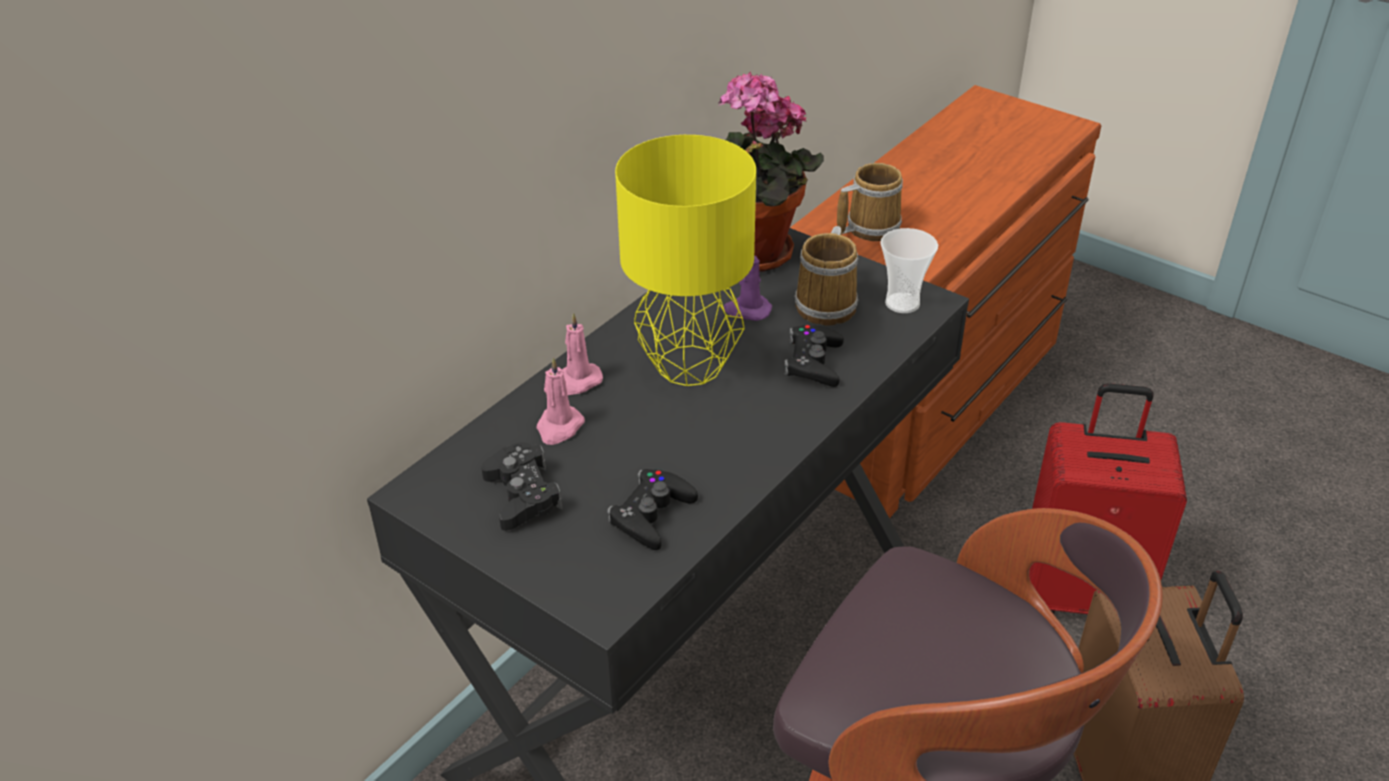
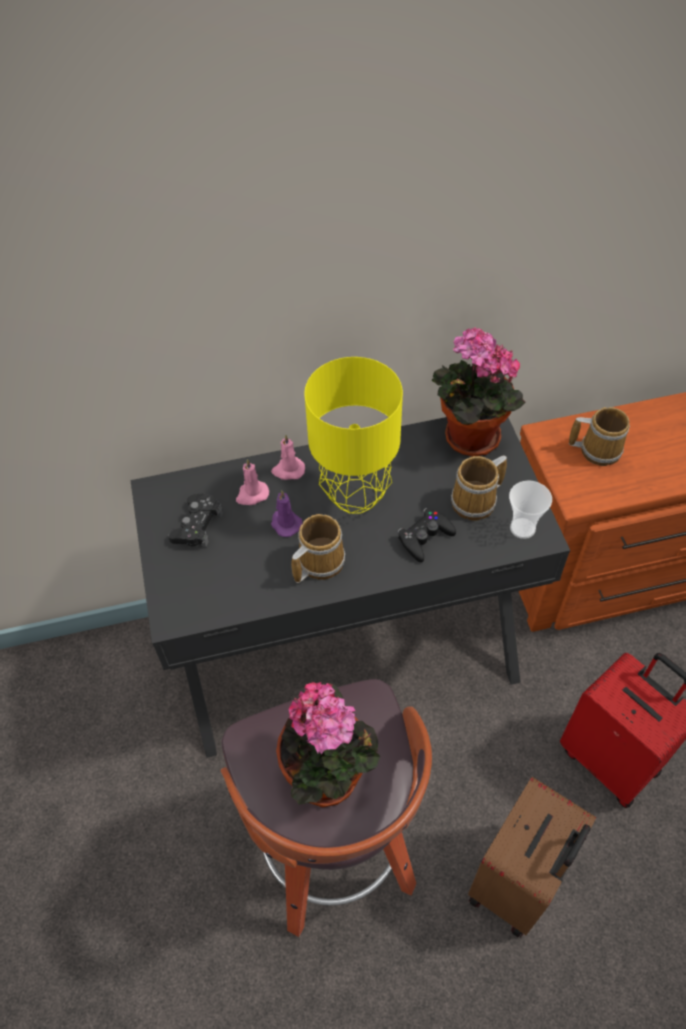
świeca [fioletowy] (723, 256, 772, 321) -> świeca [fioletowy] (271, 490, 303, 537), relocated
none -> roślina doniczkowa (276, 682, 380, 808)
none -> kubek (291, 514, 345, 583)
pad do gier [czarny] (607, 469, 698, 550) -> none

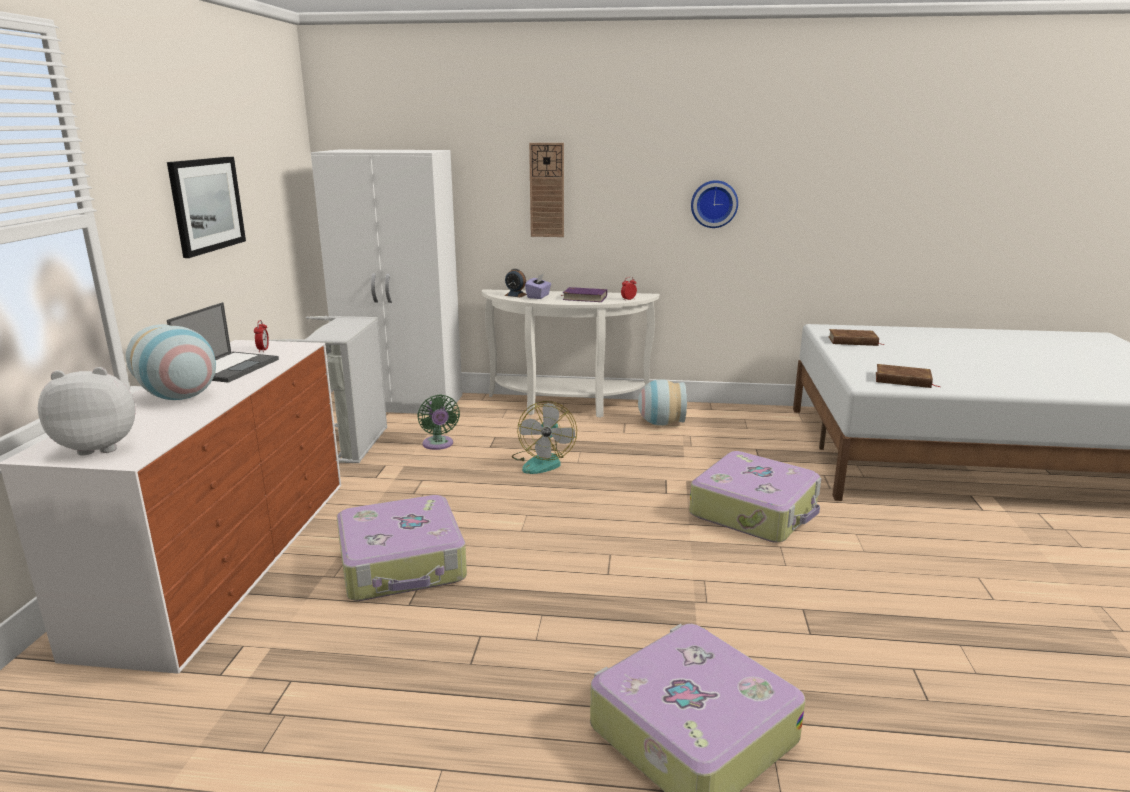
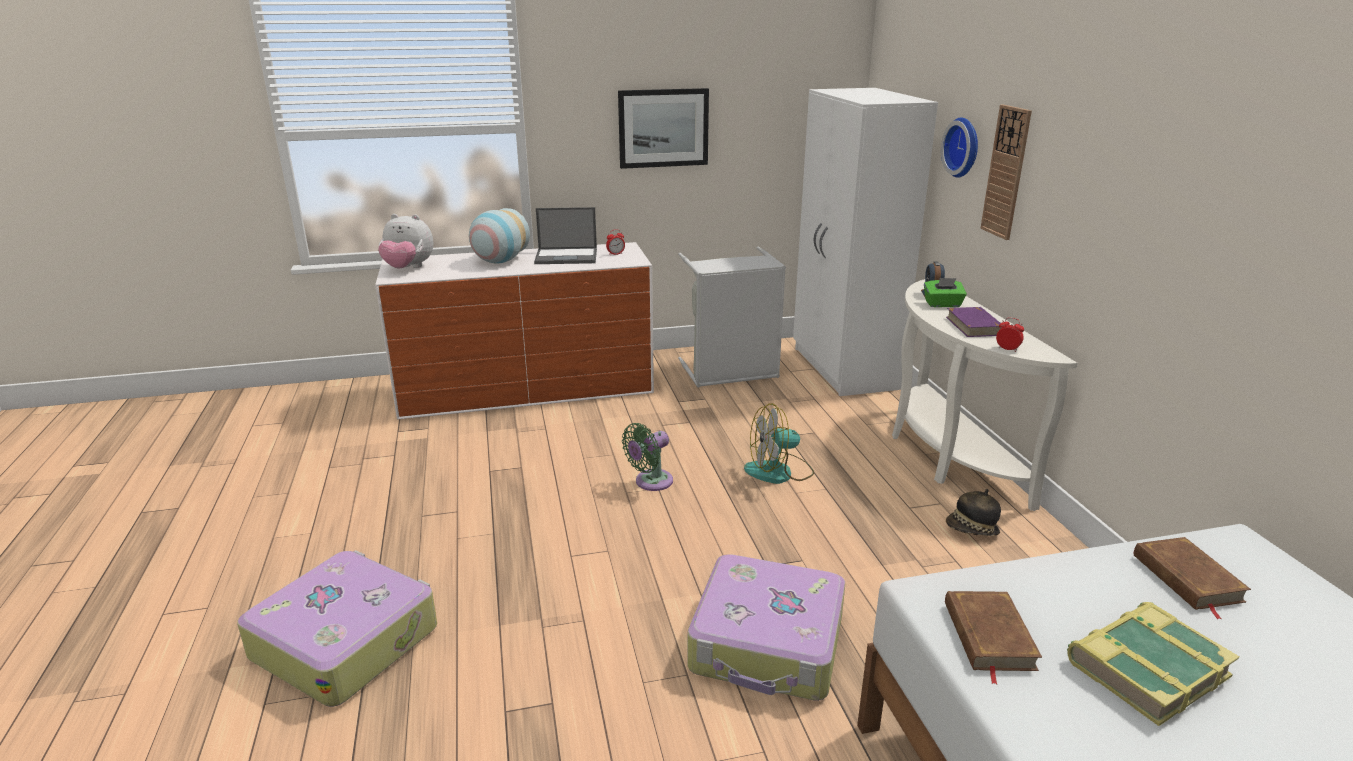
pluszak (38, 367, 136, 456) -> pluszak (378, 214, 433, 269), 135 degrees clockwise
wentylator [zielony] (417, 394, 460, 450) -> wentylator [zielony] (622, 423, 673, 491), relocated
pudełko chusteczek [fioletowy] (525, 274, 552, 299) -> pudełko chusteczek [zielony] (924, 278, 967, 307)
zegar ścienny (691, 180, 738, 228) -> zegar ścienny (941, 117, 978, 178), relocated
wazon (638, 379, 687, 425) -> kapelusz (946, 489, 1001, 536)
none -> książka (1067, 602, 1239, 726)
walizka (337, 495, 467, 601) -> none

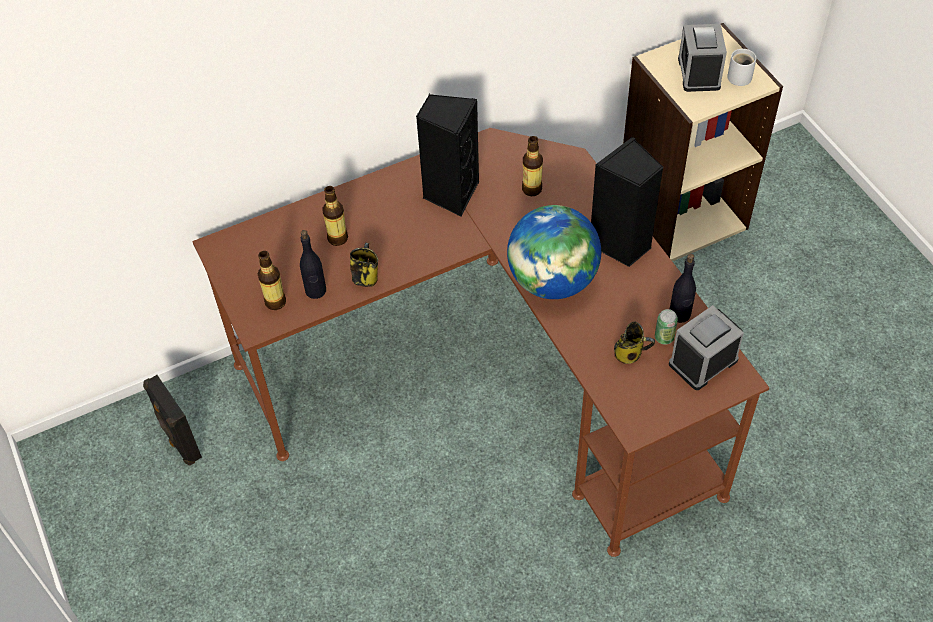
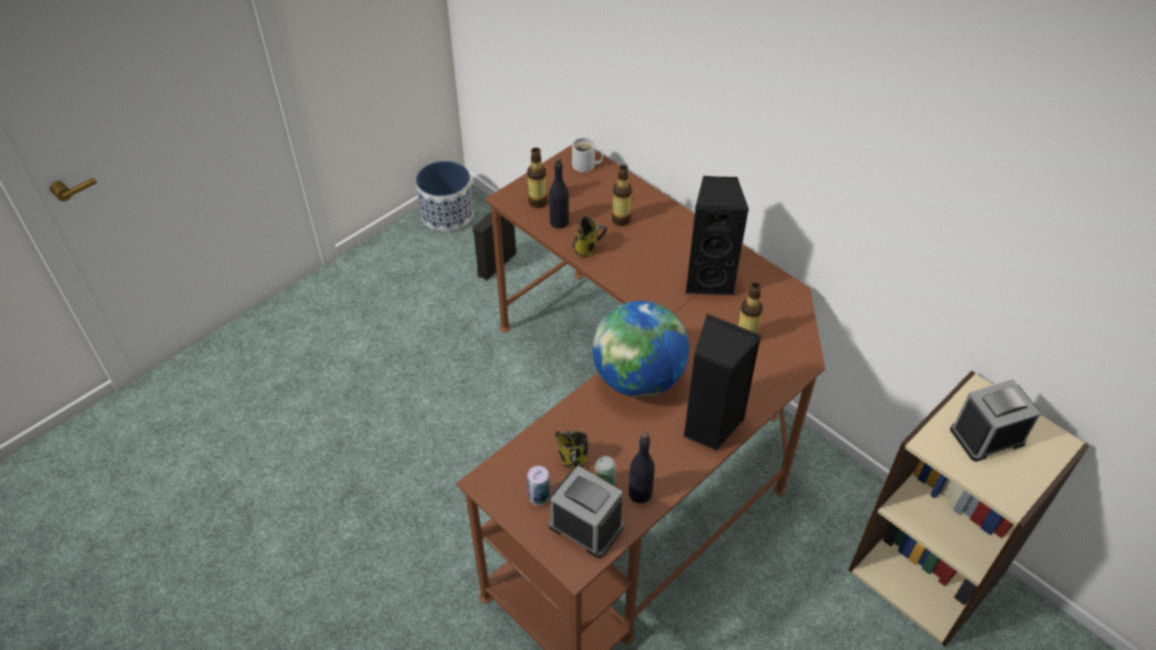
none -> donica (416, 161, 474, 231)
none -> puszka (527, 466, 550, 506)
kubek [biały] (727, 49, 756, 86) -> kubek [biały] (572, 137, 604, 172), relocated

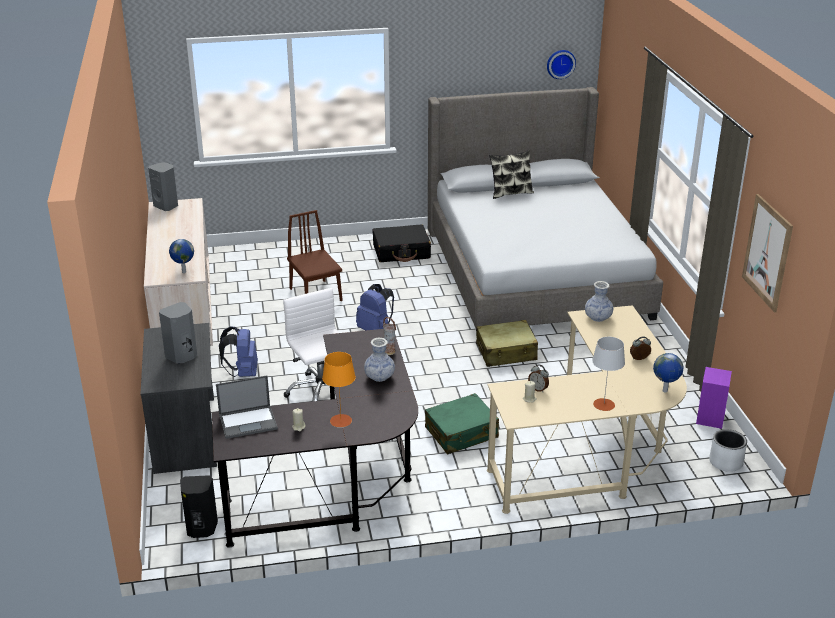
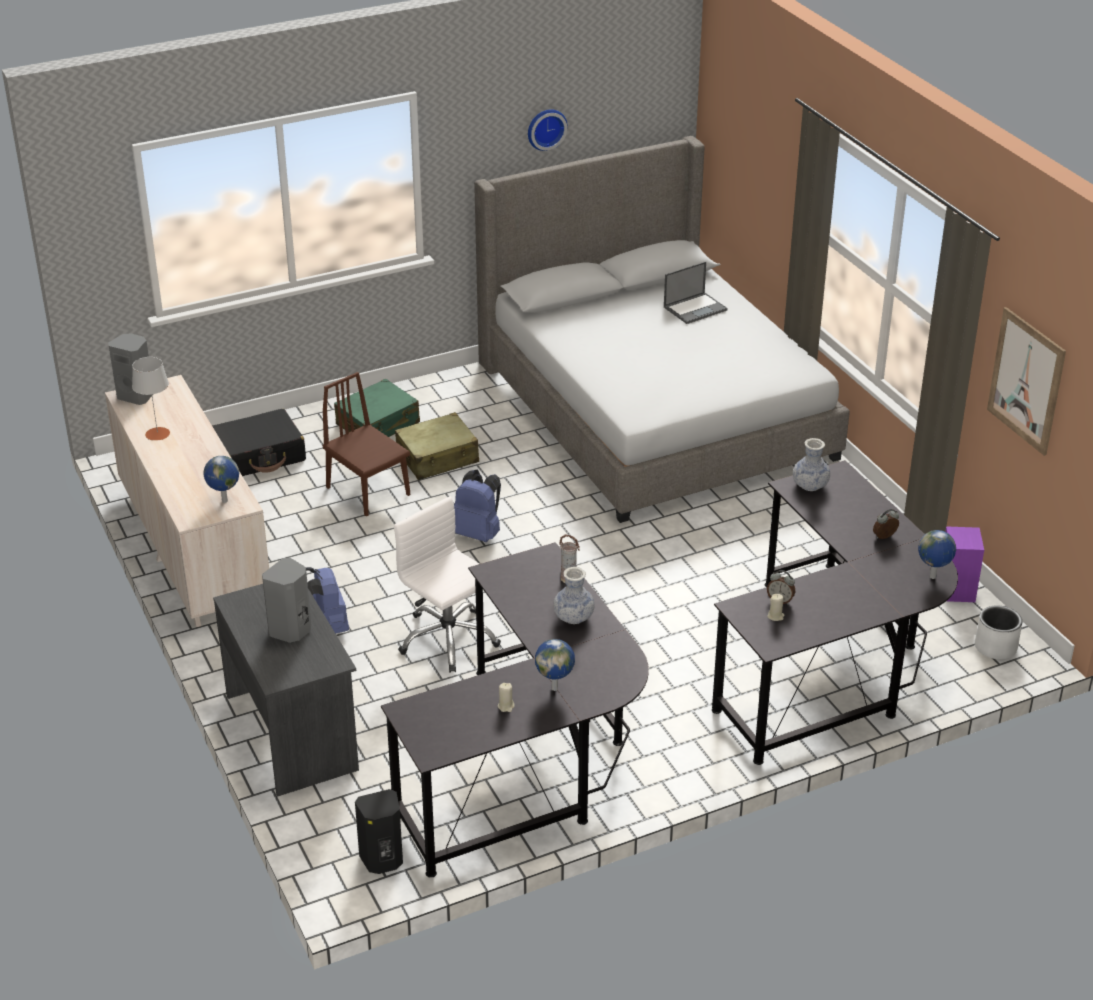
lampa stołowa [szary] (592, 337, 625, 411) -> lampa stołowa [szary] (132, 357, 170, 441), relocated
walizka [czarny] (372, 224, 431, 262) -> walizka [czarny] (212, 409, 306, 476), relocated
walizka [zielony] (425, 393, 499, 454) -> walizka [zielony] (334, 379, 420, 437), relocated
walizka [beżowy] (476, 320, 538, 367) -> walizka [beżowy] (395, 412, 479, 480), relocated
zegar ścienny (547, 50, 576, 79) -> zegar ścienny (528, 110, 568, 151), relocated
lampa stołowa [pomarańczowy] (322, 352, 356, 427) -> globus (535, 639, 575, 691)
laptop (216, 375, 278, 439) -> laptop (664, 262, 728, 324), relocated
biurko [beżowy] (487, 305, 687, 514) -> biurko [czarny] (712, 460, 958, 765)
poduszka (489, 149, 534, 199) -> none

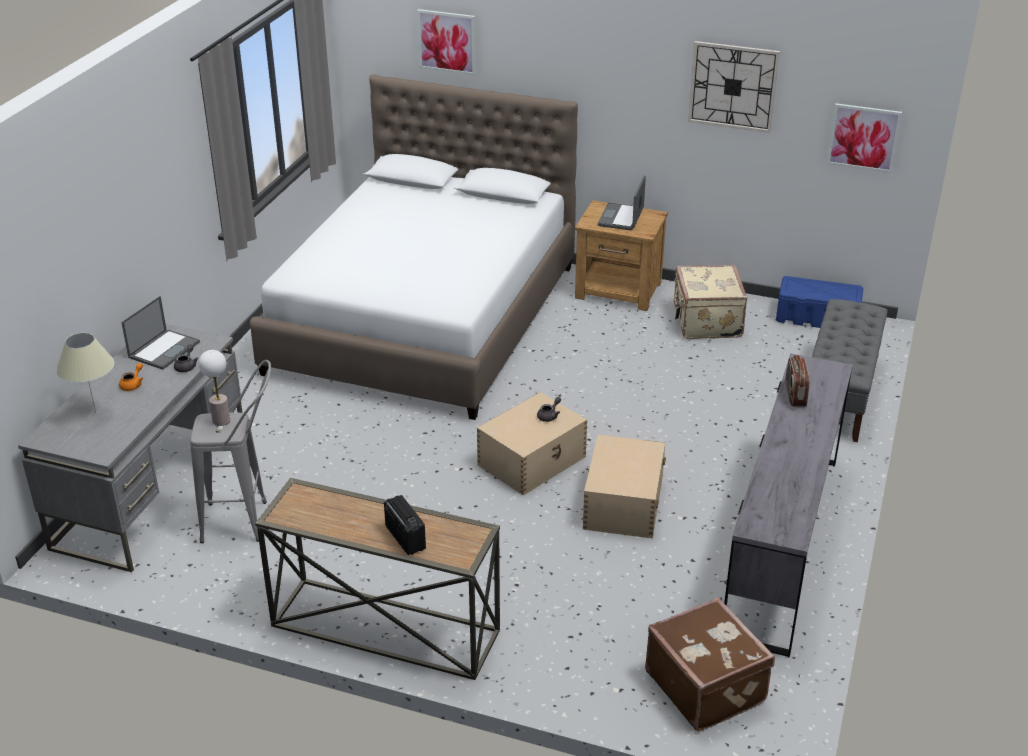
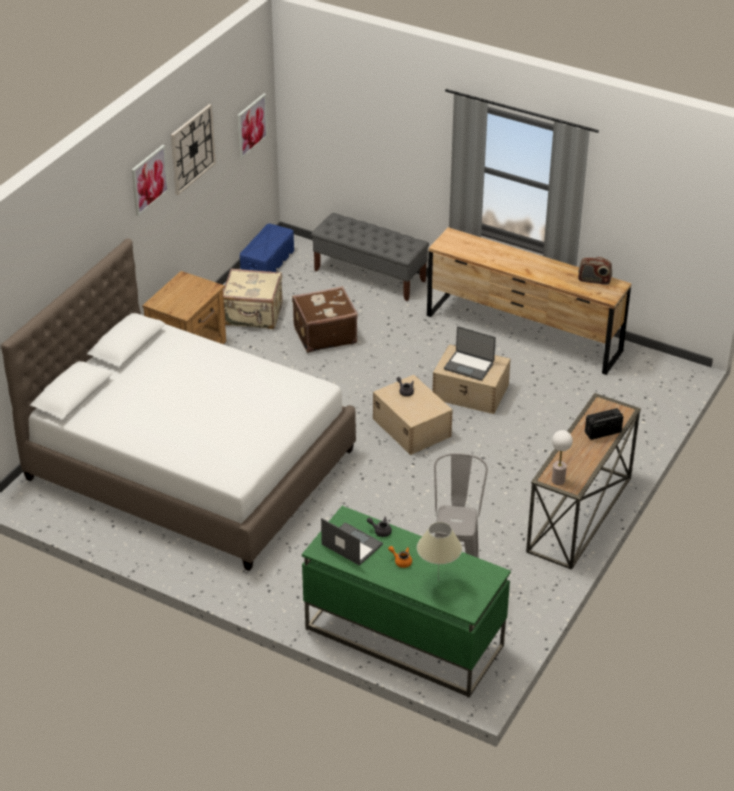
obraz (417, 9, 476, 75) -> obraz (132, 145, 169, 216), relocated
walizka [brązowy] (645, 598, 775, 732) -> walizka [brązowy] (292, 286, 358, 353), relocated
biurko [szary] (18, 324, 243, 572) -> biurko [zielony] (302, 506, 511, 698)
komoda [szary] (724, 354, 853, 657) -> komoda [brązowy] (427, 227, 631, 375)
laptop (598, 176, 646, 230) -> laptop (444, 326, 496, 381), relocated
lampa stołowa (199, 350, 230, 426) -> lampa stołowa (552, 430, 573, 485), relocated
radio (785, 355, 810, 407) -> radio (578, 257, 612, 285), relocated

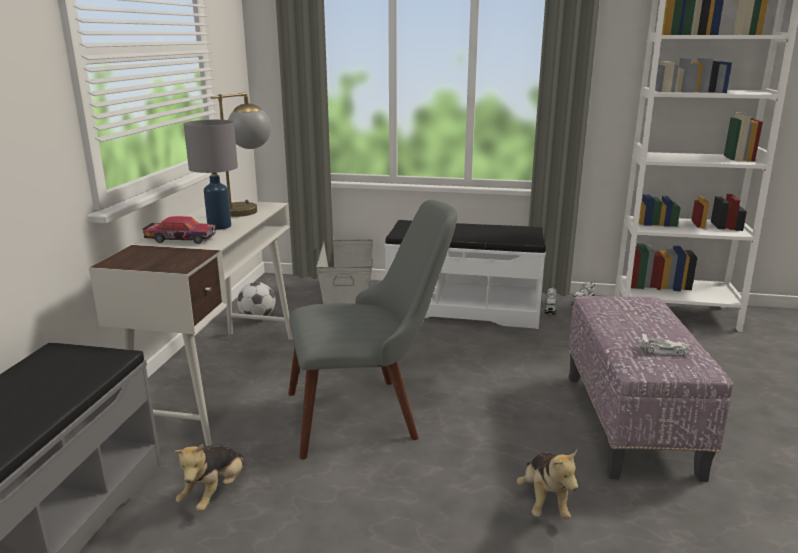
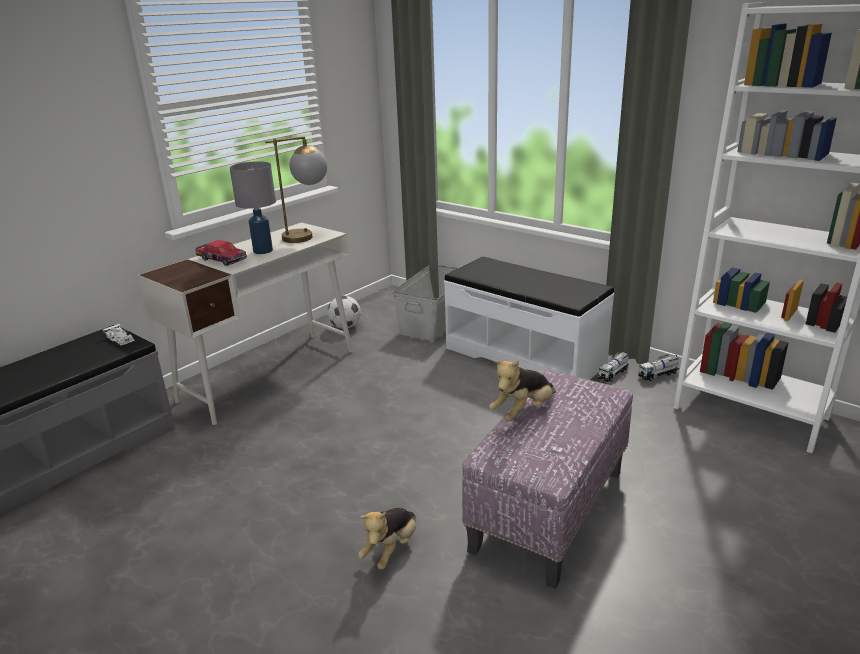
samochodzik [biały] (641, 332, 690, 356) -> samochodzik [biały] (102, 324, 135, 346), relocated
pluszak (174, 444, 245, 512) -> pluszak (489, 360, 556, 421), relocated
krzesło [szary] (288, 200, 457, 460) -> none

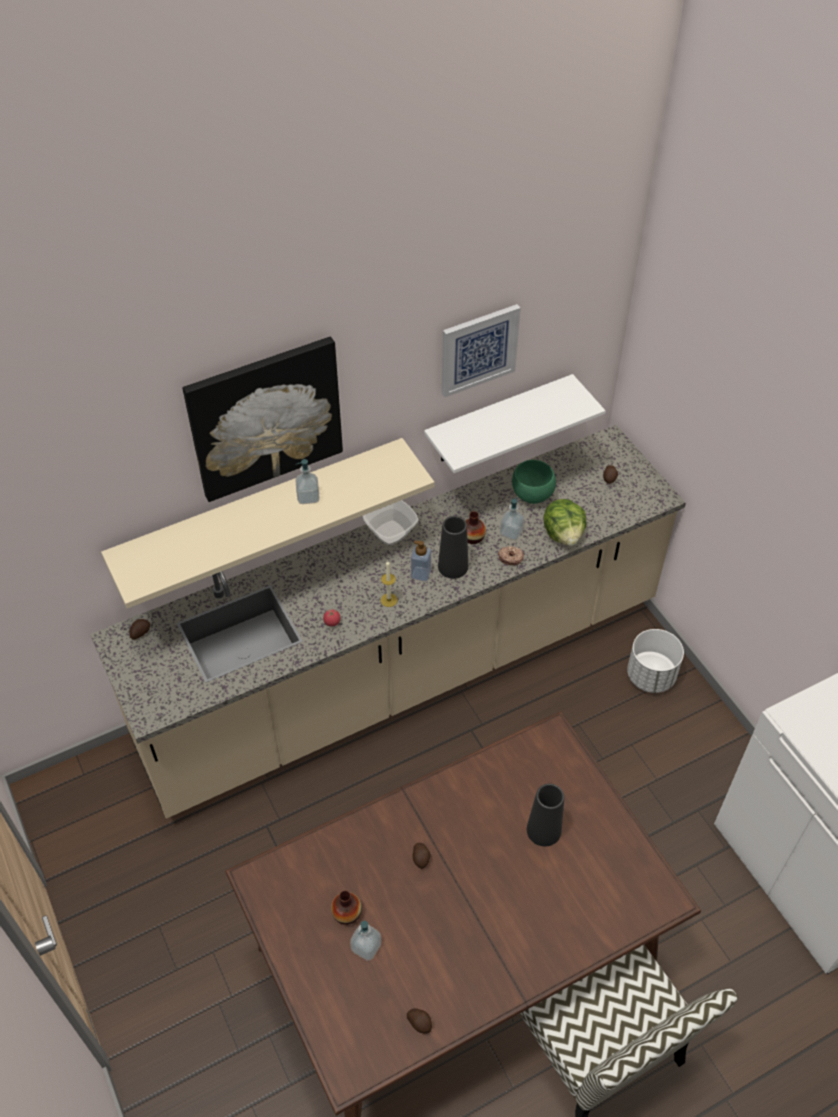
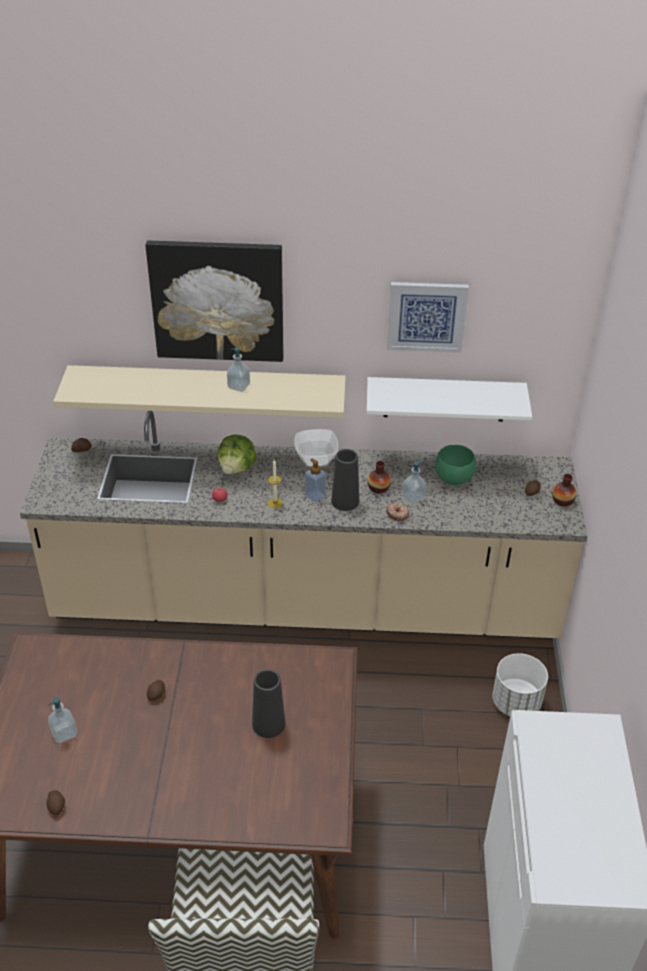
sałata (543, 499, 587, 546) -> sałata (217, 435, 256, 474), relocated
wazon (331, 891, 362, 925) -> wazon (552, 474, 577, 507), relocated

